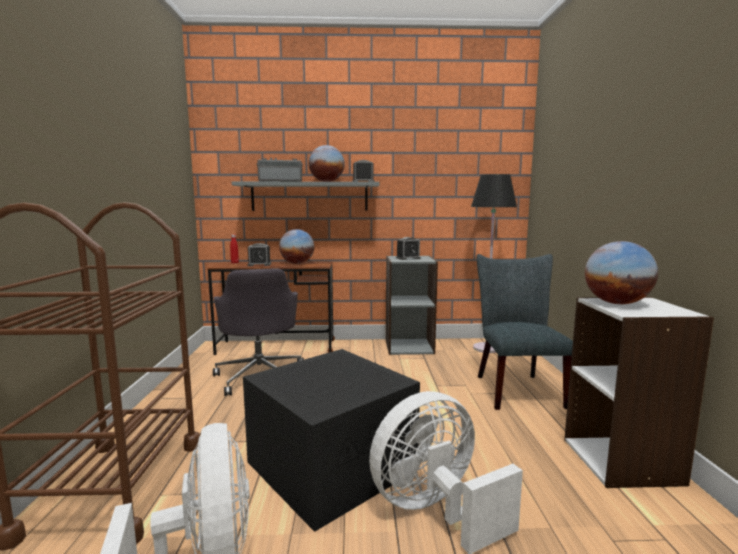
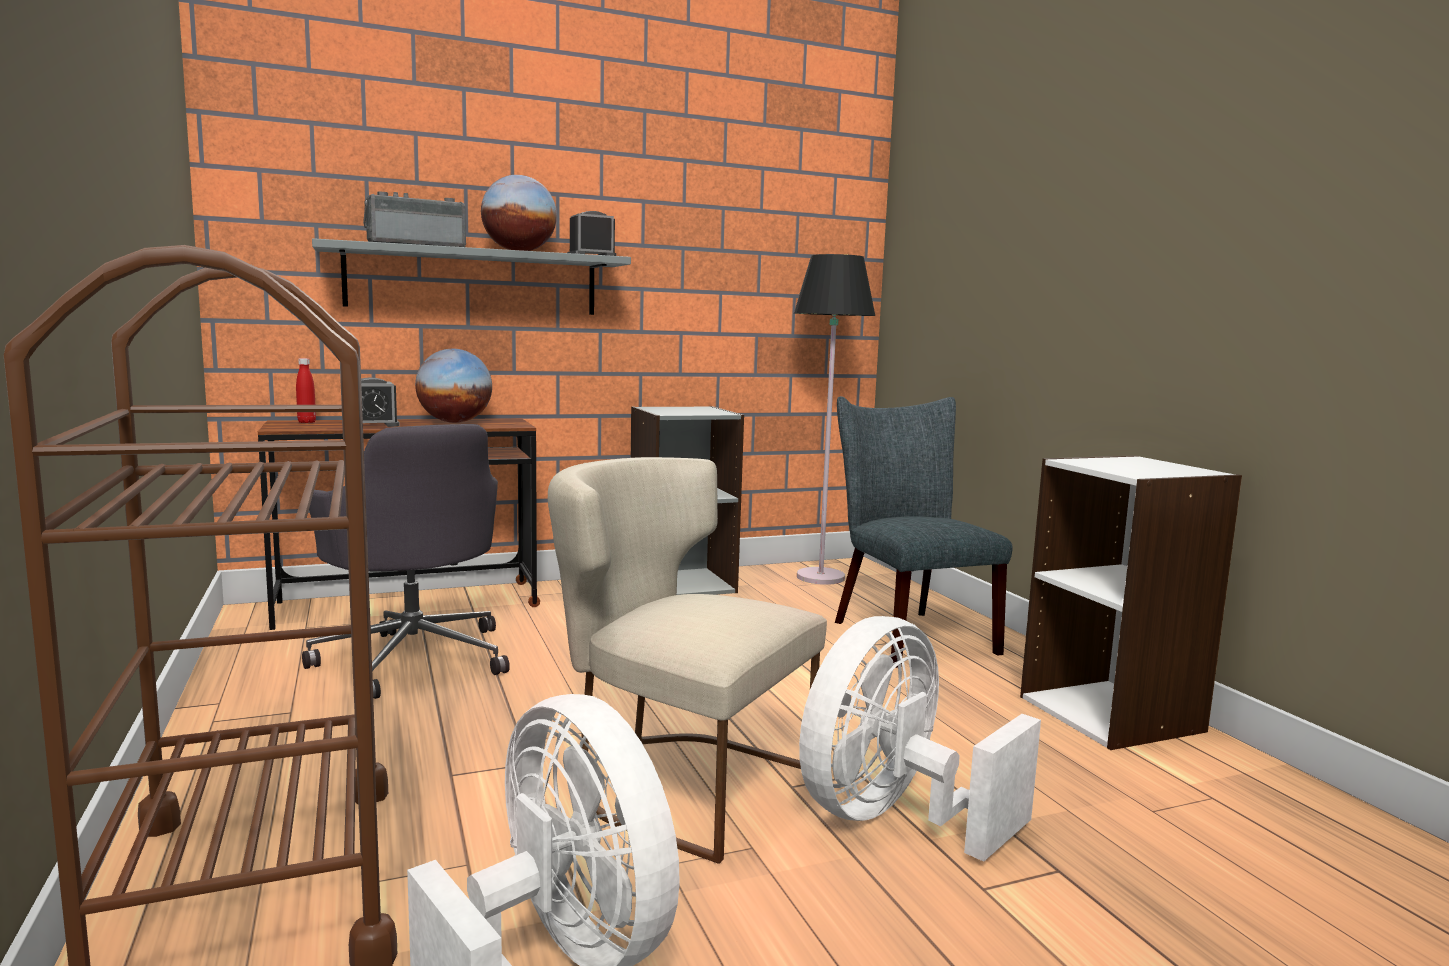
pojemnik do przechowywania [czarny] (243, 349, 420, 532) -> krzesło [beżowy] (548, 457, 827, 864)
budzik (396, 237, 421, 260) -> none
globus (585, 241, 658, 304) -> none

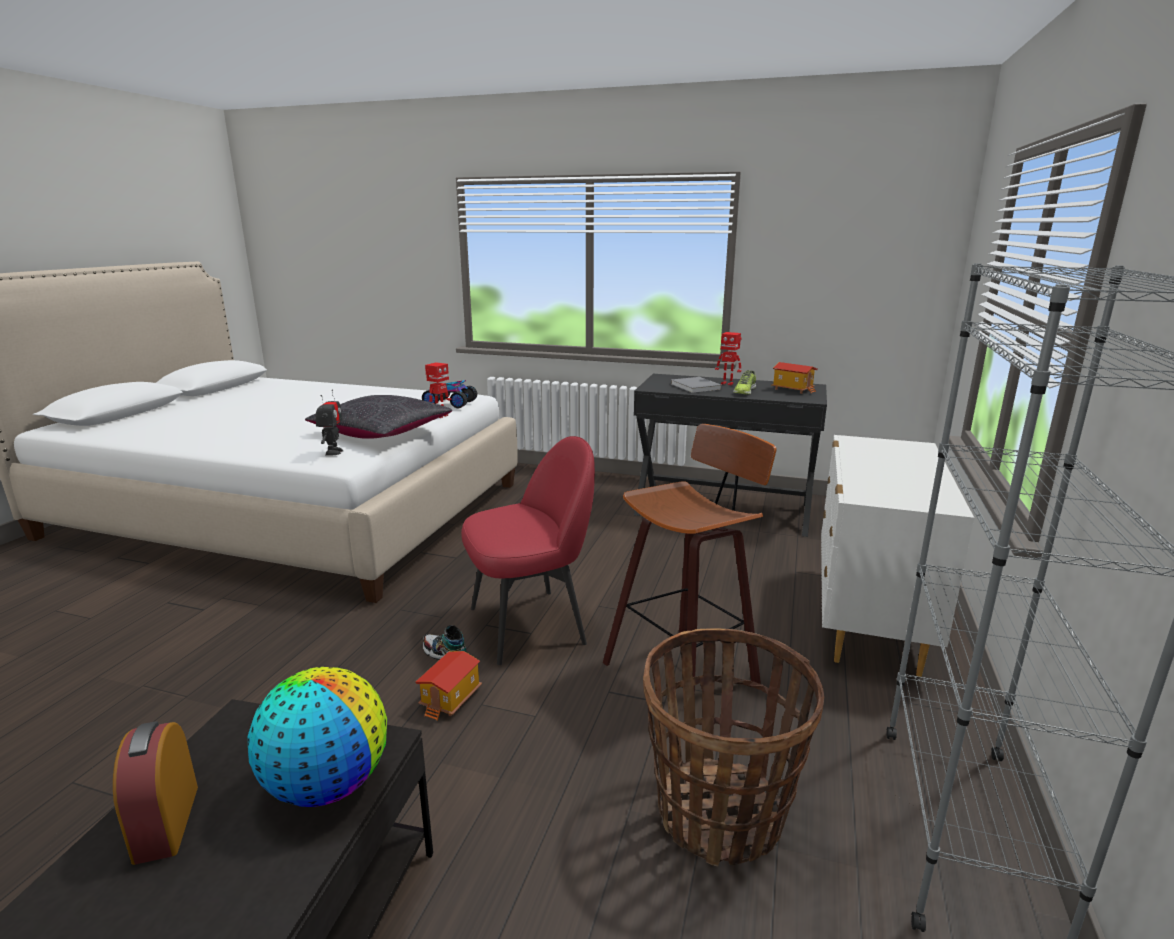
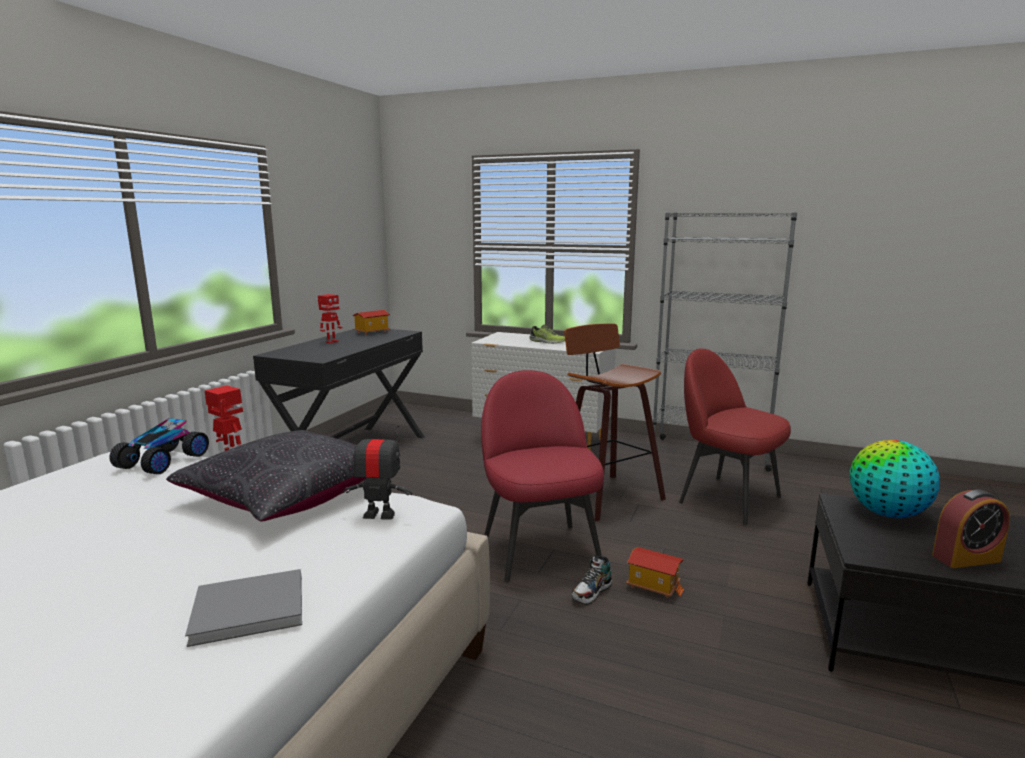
książka [szary] (671, 377, 722, 393) -> książka [szary] (185, 569, 302, 647), relocated
but (733, 370, 756, 395) -> but (529, 324, 565, 344), relocated
koszyk (643, 629, 824, 867) -> krzesło [czerwony] (679, 349, 791, 526)

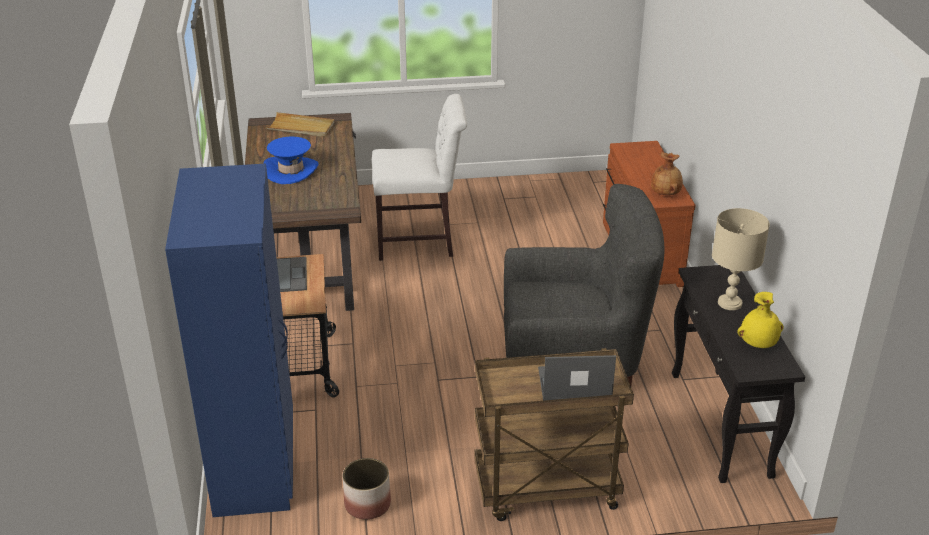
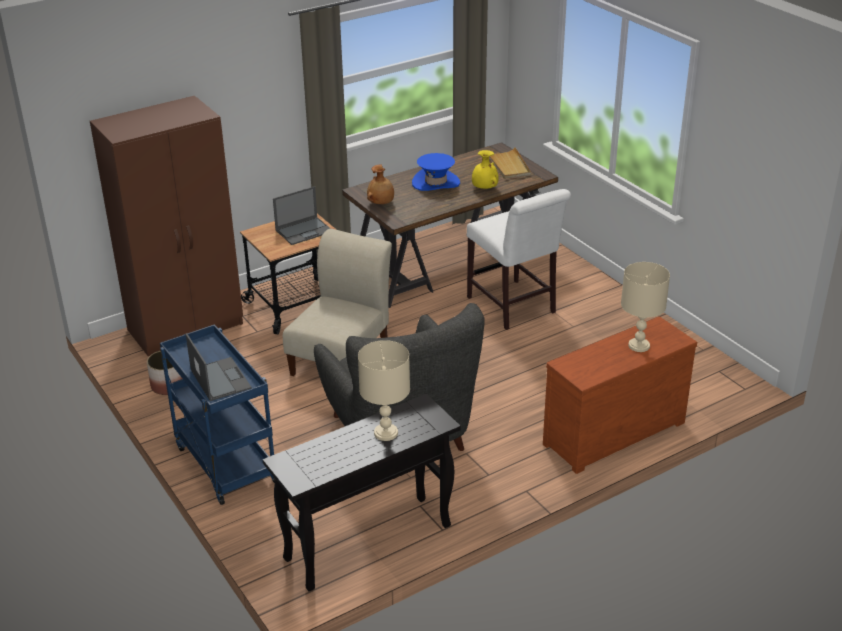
szafa [niebieski] (165, 164, 293, 517) -> szafa [brązowy] (90, 96, 243, 356)
wózek [brązowy] (474, 348, 634, 521) -> wózek [niebieski] (160, 324, 276, 505)
none -> krzesło [beżowy] (283, 229, 392, 376)
wazon [brązowy] (651, 152, 683, 195) -> wazon [brązowy] (367, 164, 394, 204), relocated
wazon [żółty] (737, 292, 784, 348) -> wazon [żółty] (472, 150, 499, 189), relocated
none -> lampa stołowa [beżowy] (621, 262, 670, 352)

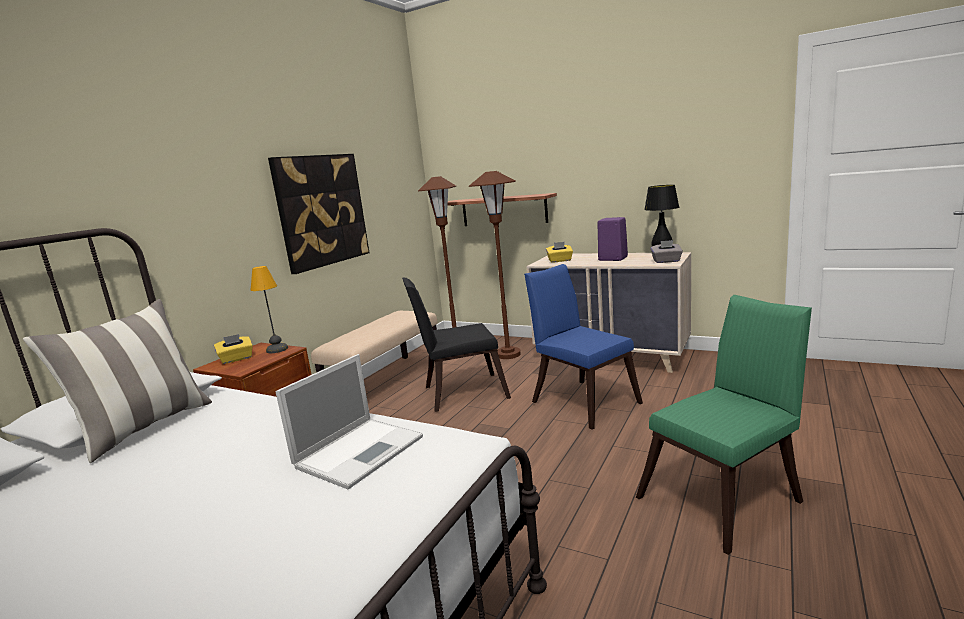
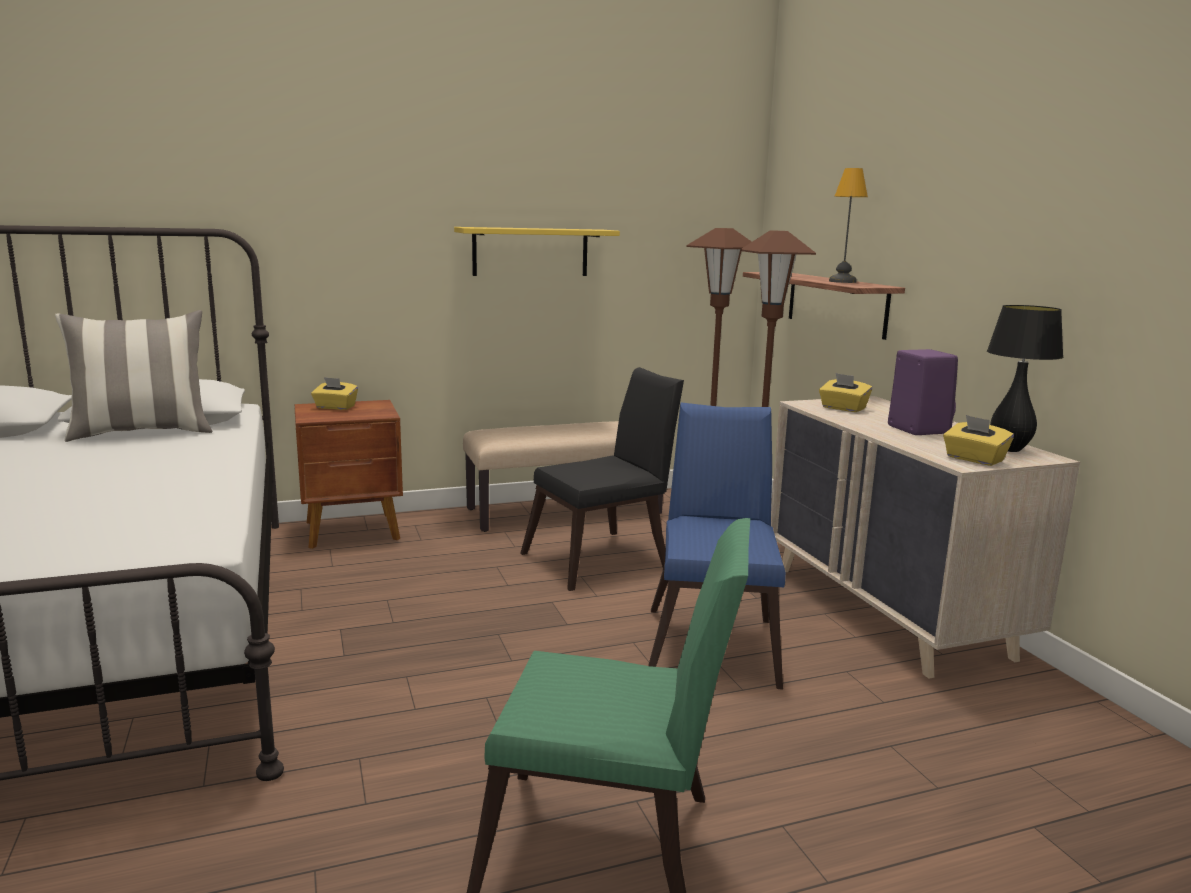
obraz (268, 154, 369, 274) -> półka [żółty] (454, 227, 620, 276)
krzesło [czarny] (402, 278, 511, 412) -> krzesło [czarny] (520, 367, 684, 591), 120 degrees clockwise
lampa stołowa (251, 266, 288, 353) -> lampa stołowa (829, 168, 868, 283), relocated
pudełko chusteczek [szary] (651, 240, 683, 263) -> pudełko chusteczek [żółty] (943, 415, 1014, 466)
laptop (276, 354, 423, 489) -> none

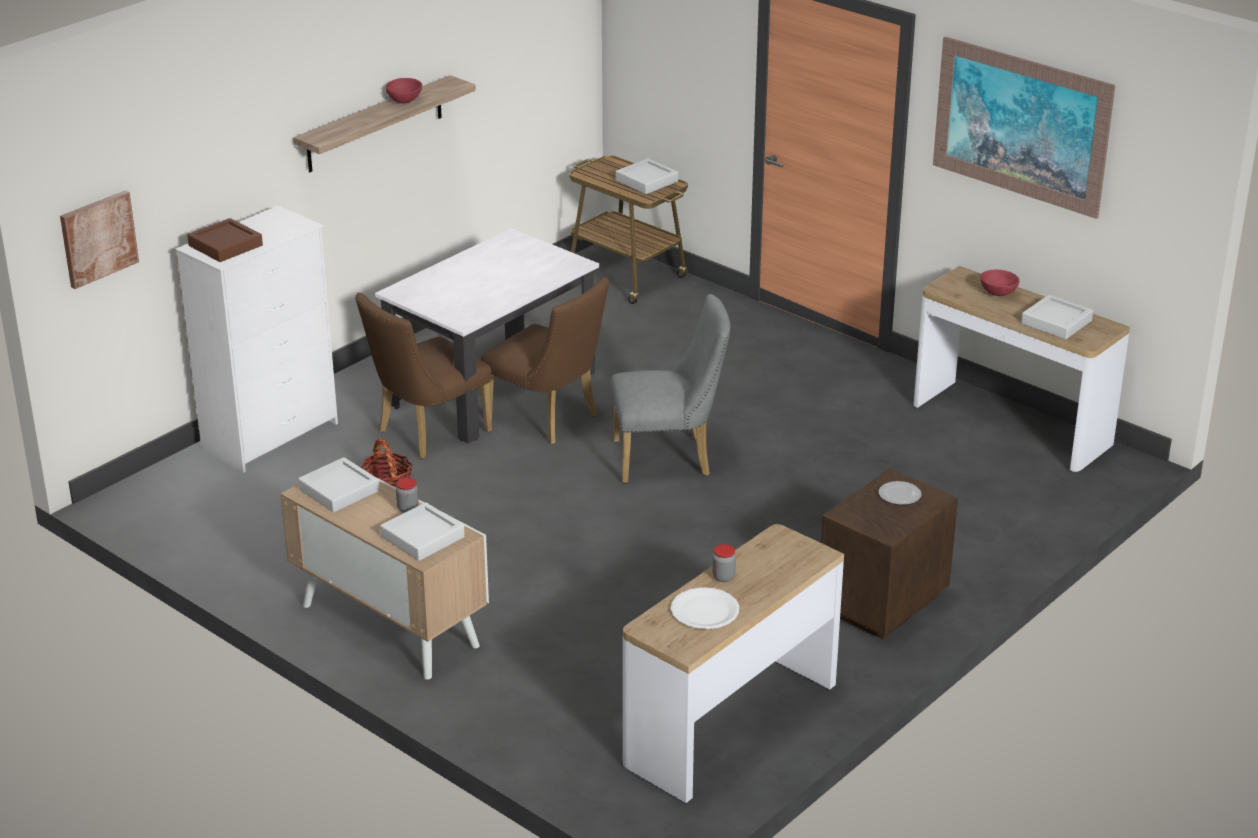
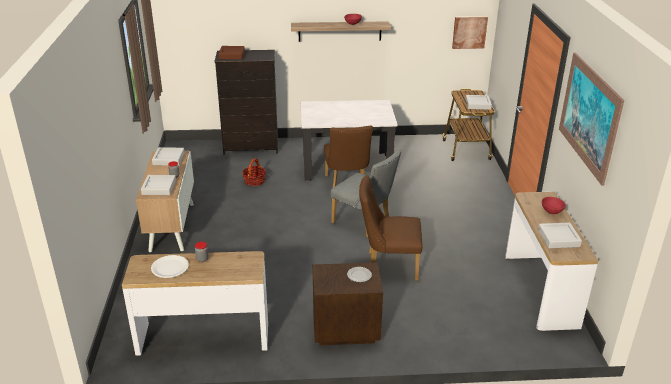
komoda [biały] (175, 206, 338, 473) -> komoda [czarny] (214, 50, 278, 155)
krzesło [brązowy] (355, 292, 492, 459) -> krzesło [brązowy] (359, 175, 422, 281), relocated
obraz (60, 190, 139, 289) -> obraz (452, 16, 488, 49), relocated

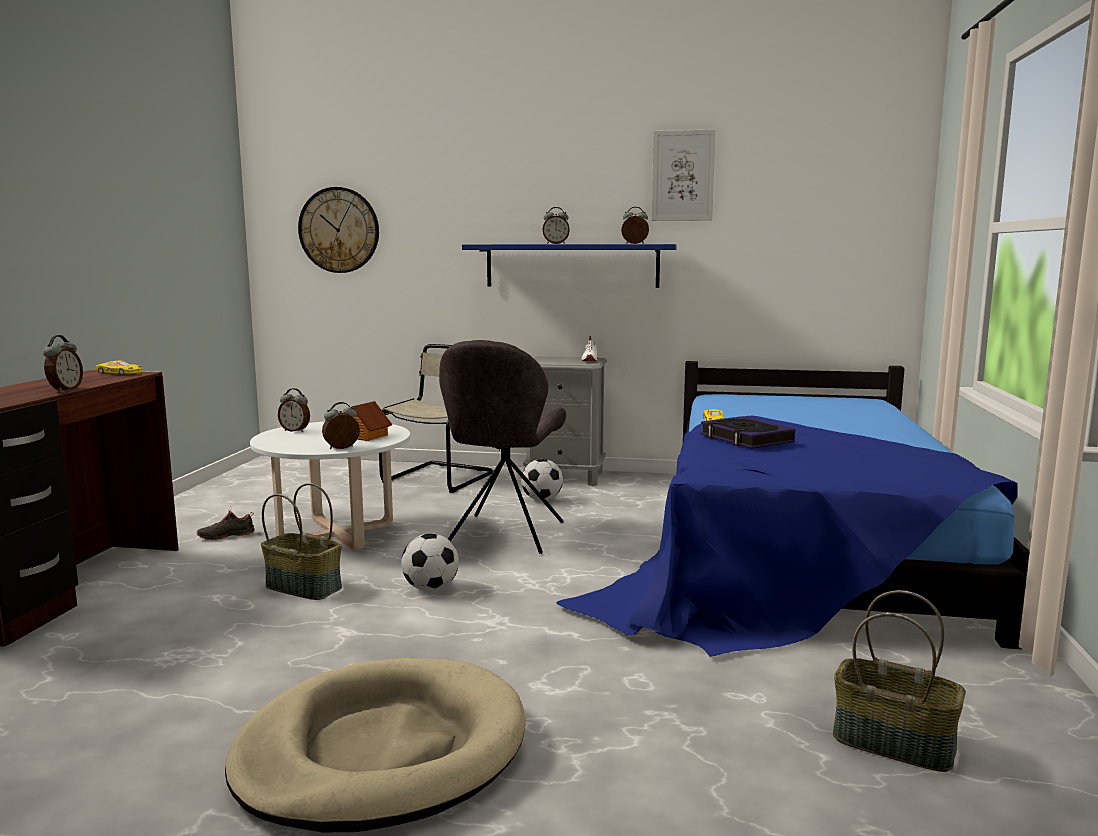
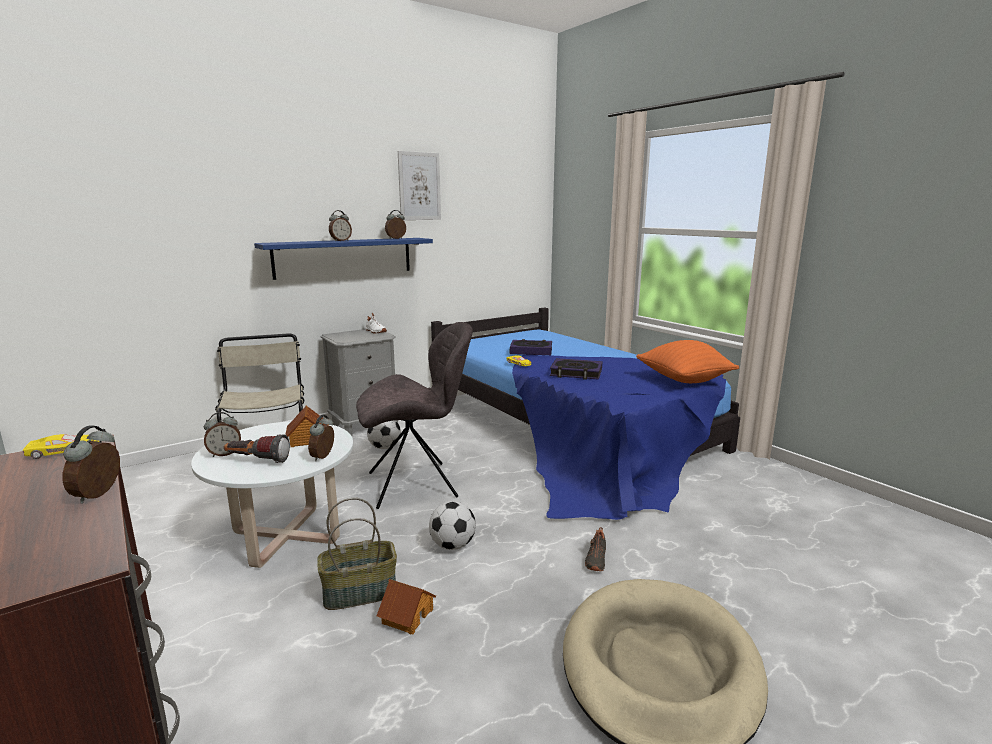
budzik (43, 335, 83, 392) -> budzik (63, 425, 120, 503), 135 degrees counterclockwise
none -> latarka (224, 434, 290, 463)
krzesło [szary] (439, 340, 566, 554) -> krzesło [szary] (356, 322, 473, 509), 75 degrees counterclockwise
none -> domek (377, 579, 436, 634)
none -> książka (510, 339, 552, 355)
but [czarny] (197, 507, 255, 540) -> but [czarny] (585, 527, 606, 571), relocated
none -> poduszka [pomarańczowy] (636, 340, 740, 383)
zegar ścienny (298, 187, 379, 273) -> none
koszyk (833, 590, 966, 772) -> none

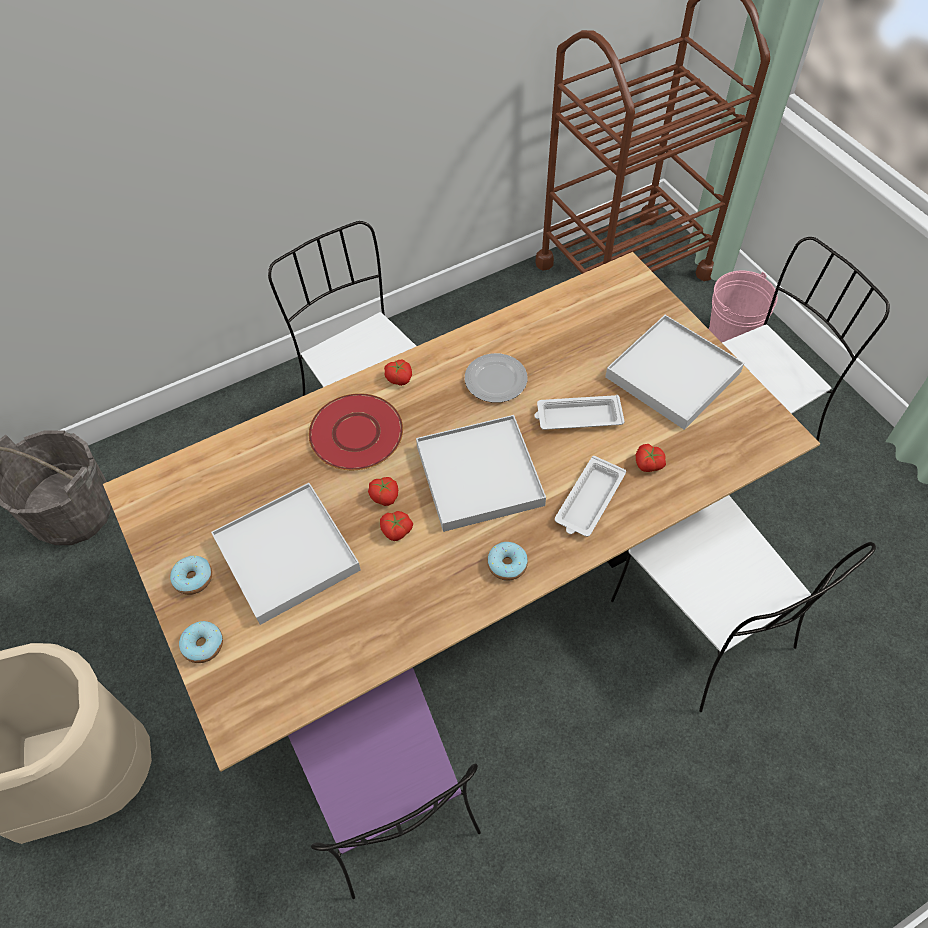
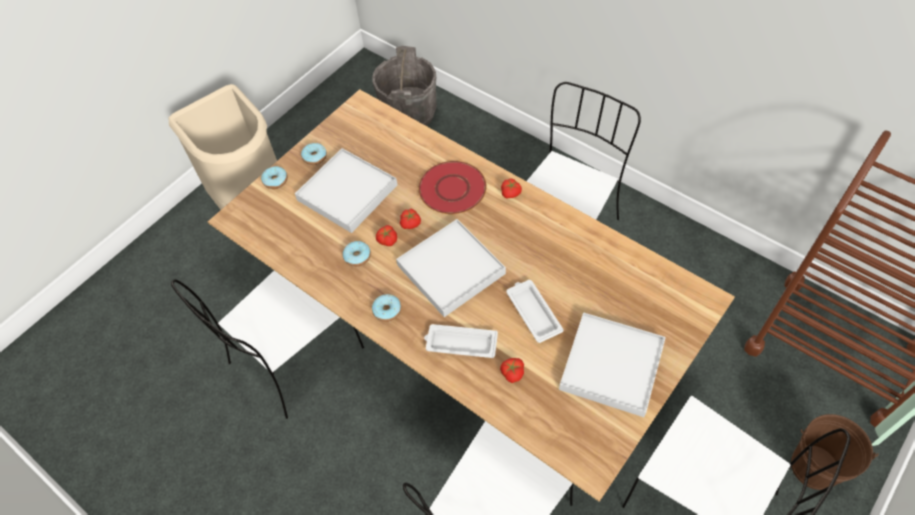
krzesło [fioletowy] (288, 668, 481, 899) -> krzesło [biały] (171, 271, 364, 419)
none -> donut (343, 241, 371, 267)
wiadro [różowy] (709, 271, 778, 342) -> wiadro [brązowy] (791, 414, 879, 490)
talerz (465, 353, 528, 403) -> none

